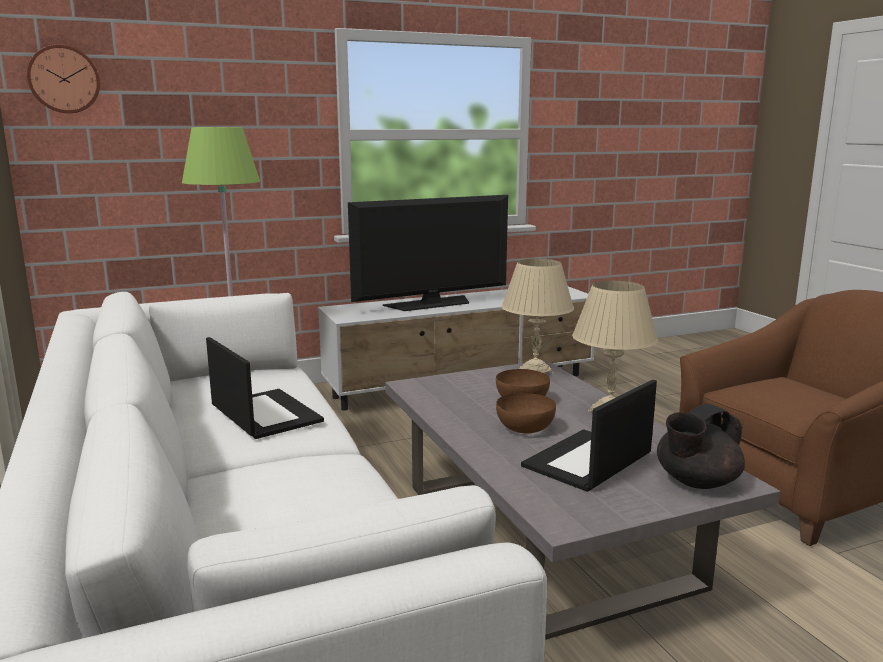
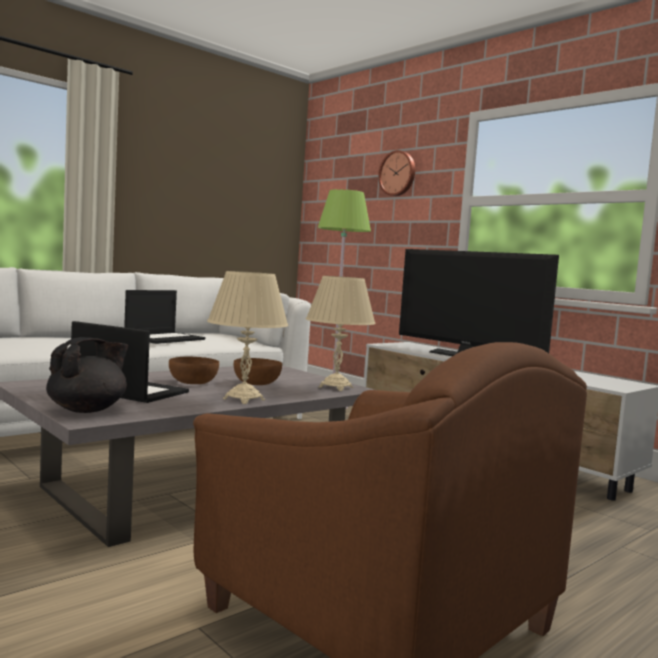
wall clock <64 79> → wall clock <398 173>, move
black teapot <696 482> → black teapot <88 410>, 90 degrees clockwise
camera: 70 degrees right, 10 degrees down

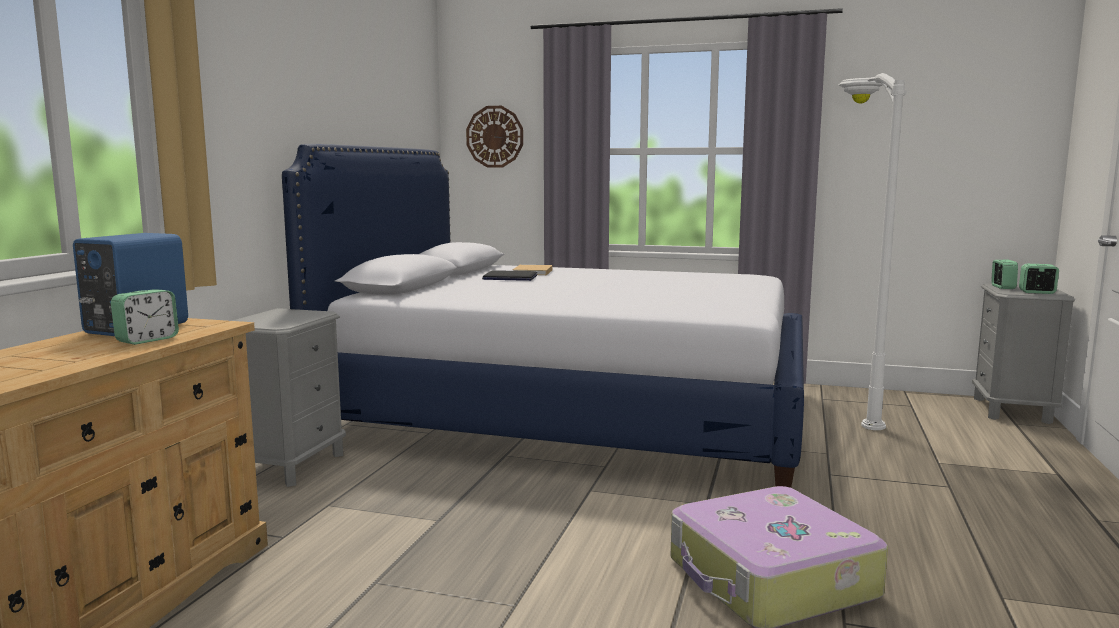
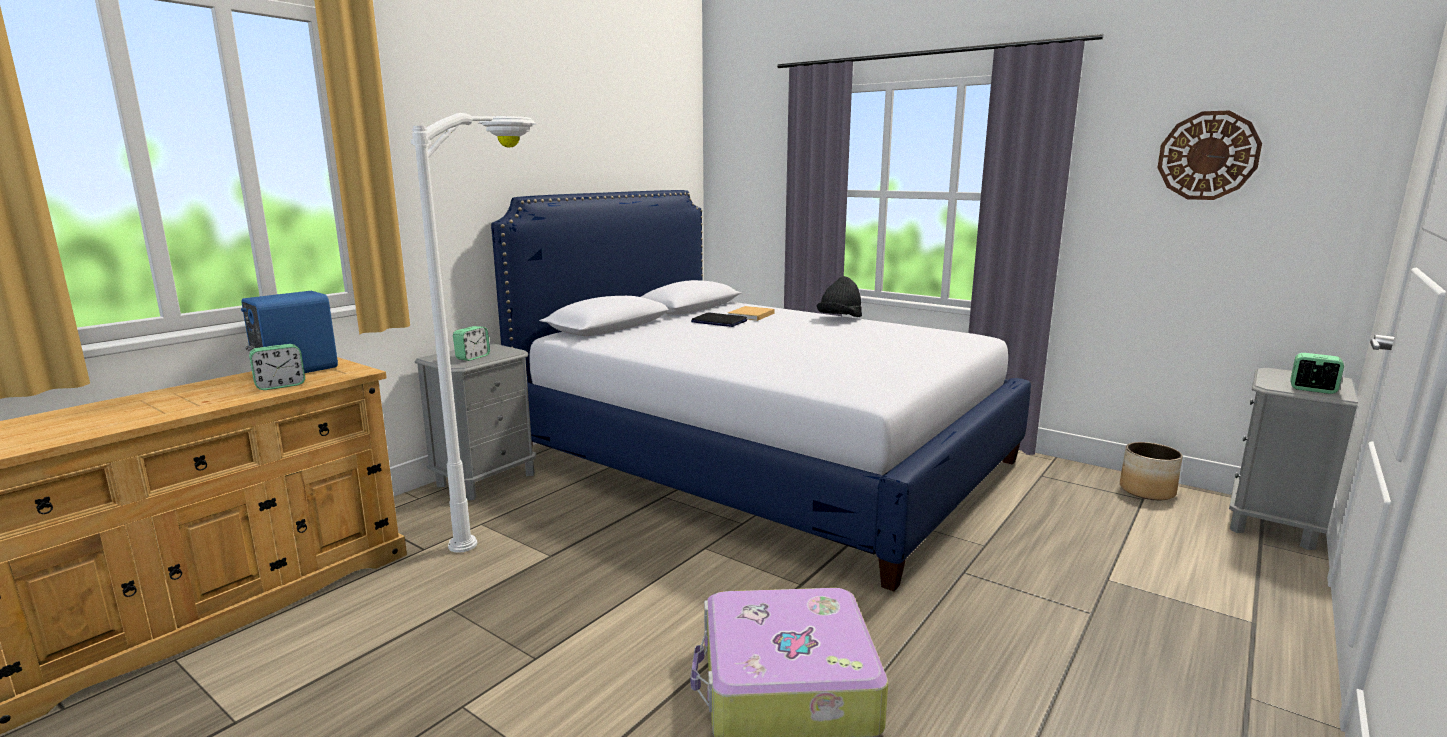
- → black hat <839 319>
- → planter <1147 491>
wall clock <495 136> → wall clock <1208 156>, move
white floor lamp <849 405> → white floor lamp <516 510>, move
alarm clock <1003 287> → alarm clock <473 357>, move
camera: 20 degrees right, 5 degrees up

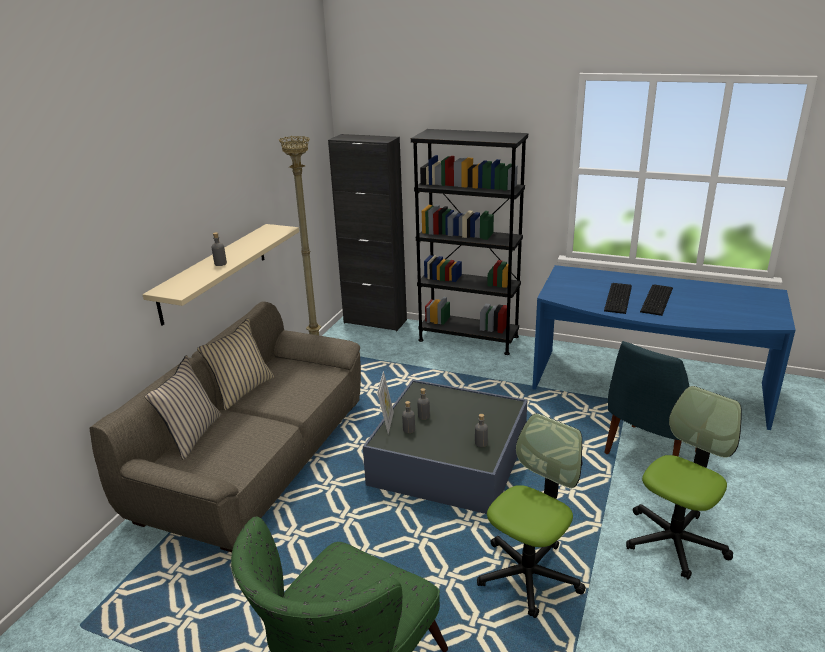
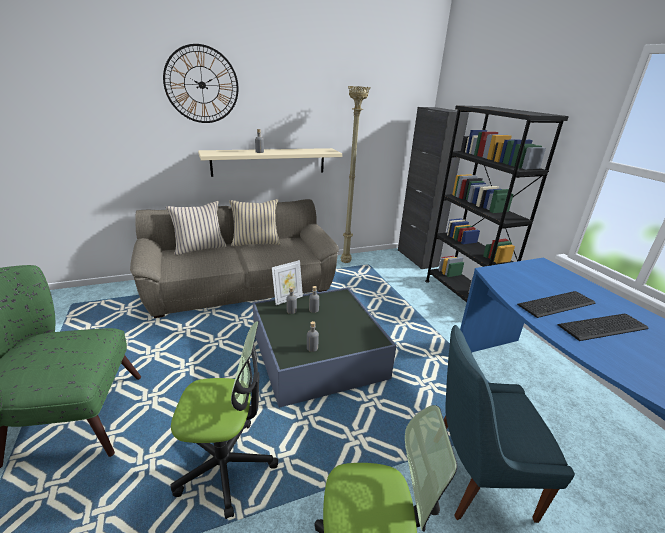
- → wall clock <202 85>
camera: 45 degrees right, 0 degrees up

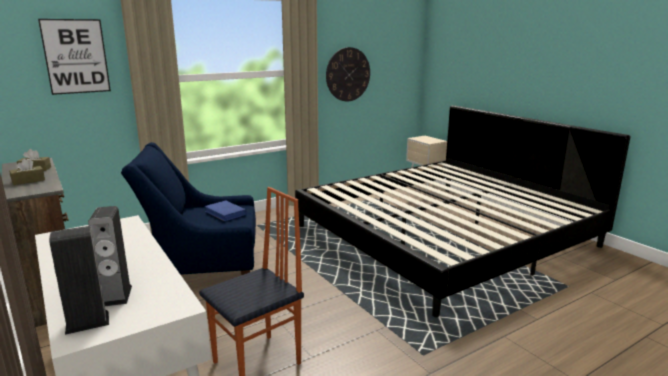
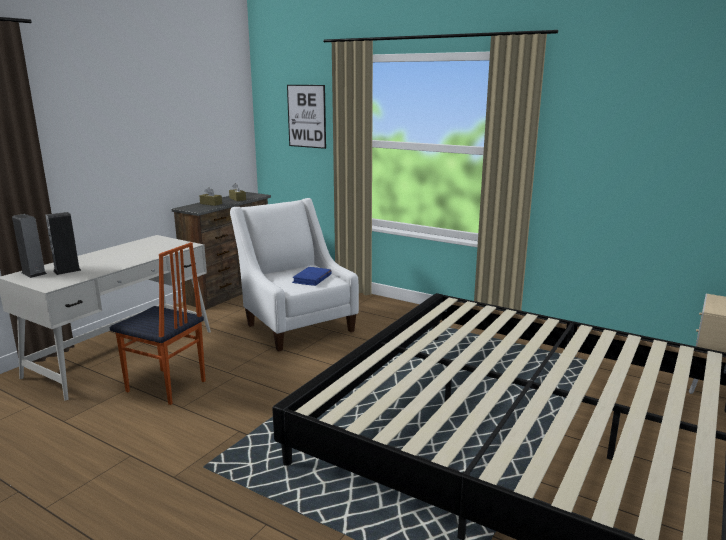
wall clock <348 74> → -
blue armchair <203 270> → white armchair <296 325>
camera: 65 degrees right, 0 degrees up

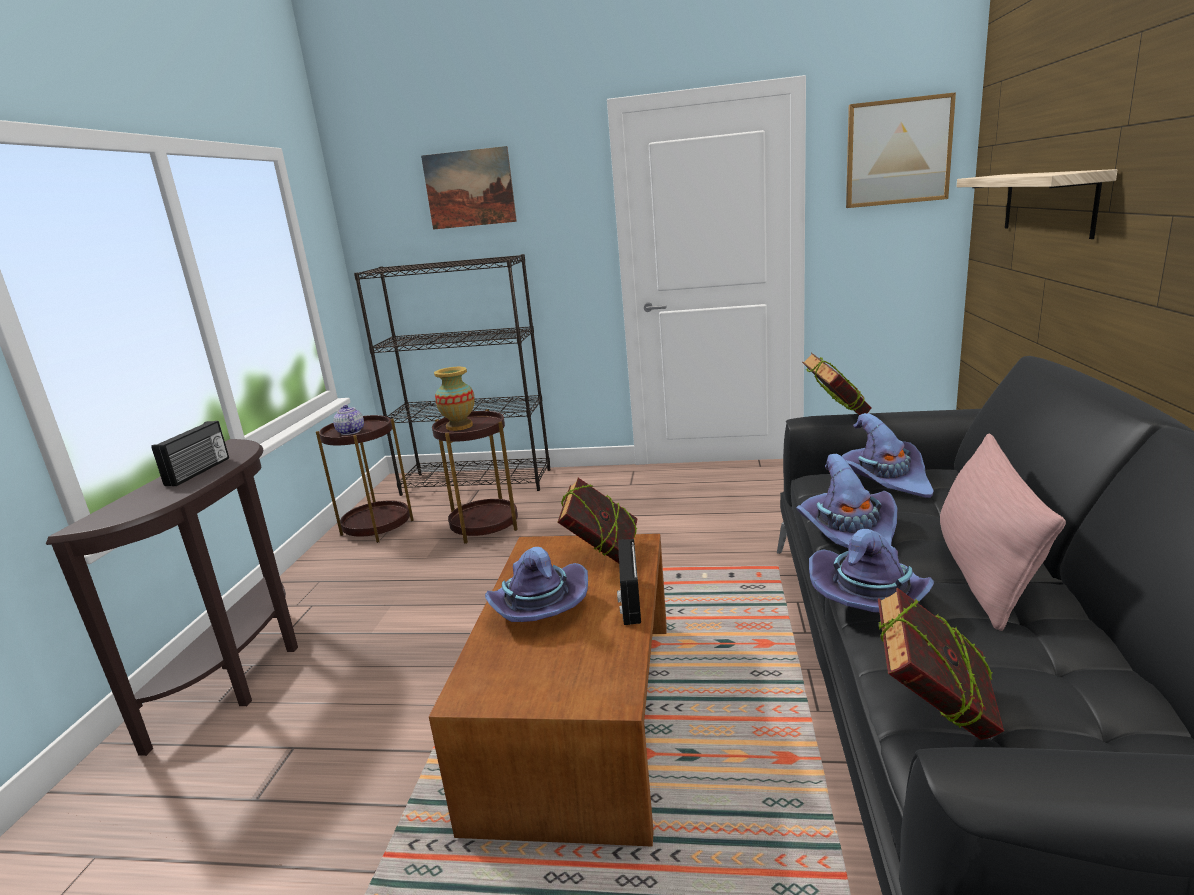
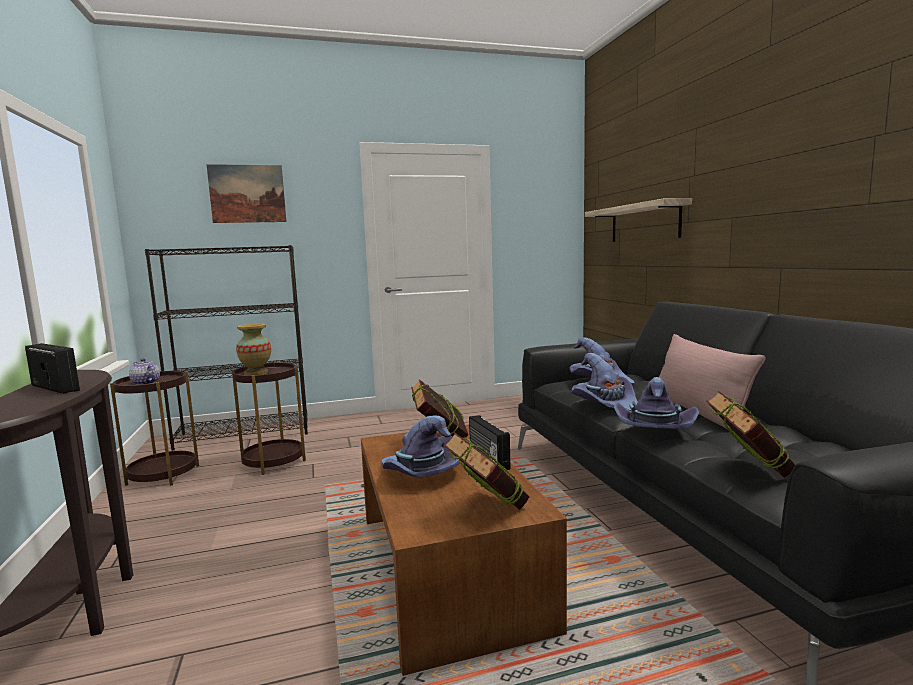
picture <897 152> → -
book <835 416> → book <488 511>, move
radio <199 471> → radio <57 387>, 45 degrees counterclockwise
camera: 25 degrees left, 10 degrees down

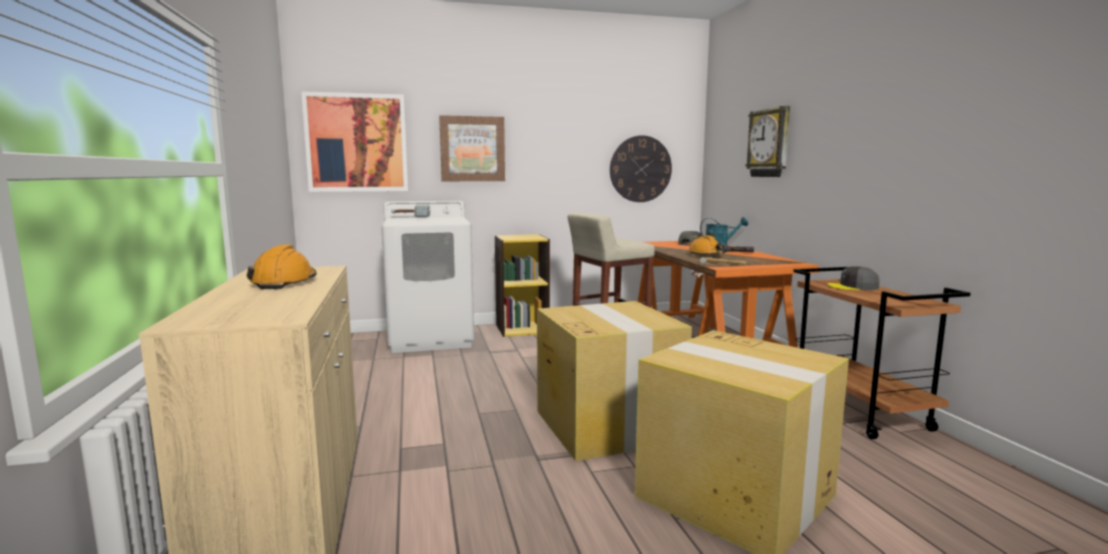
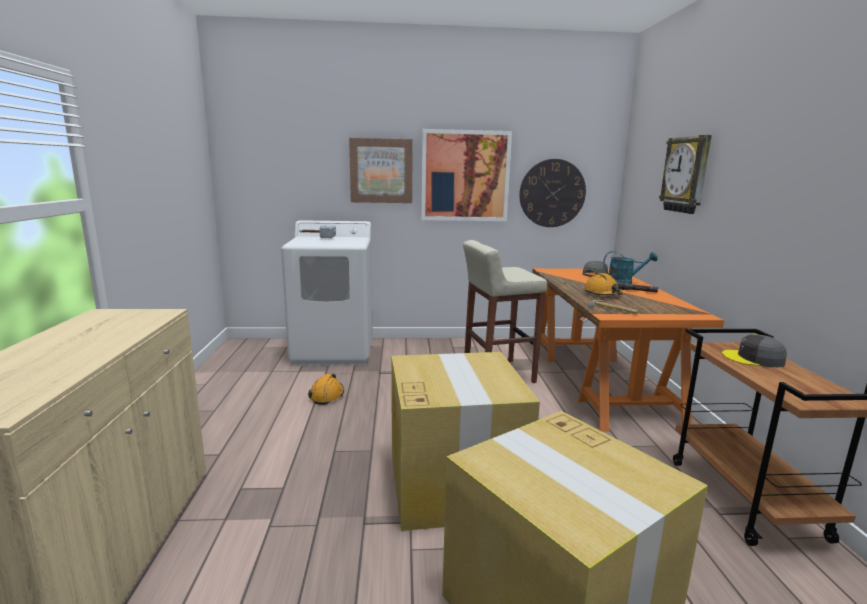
yellow bookcase <522 328> → -
orange hard hat <284 282> → orange hard hat <327 395>, move
picture <356 143> → picture <465 176>, move
camera: 10 degrees right, 5 degrees up

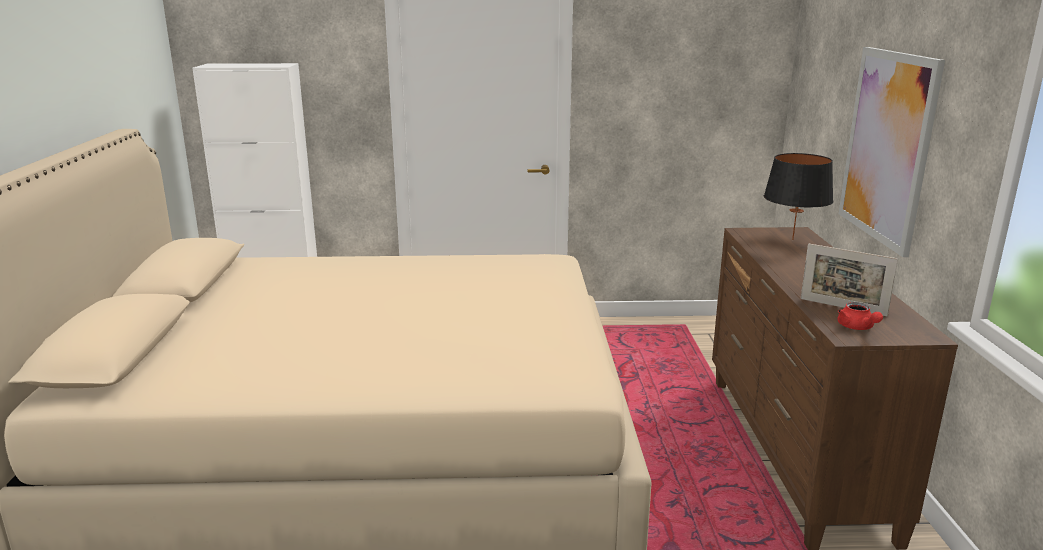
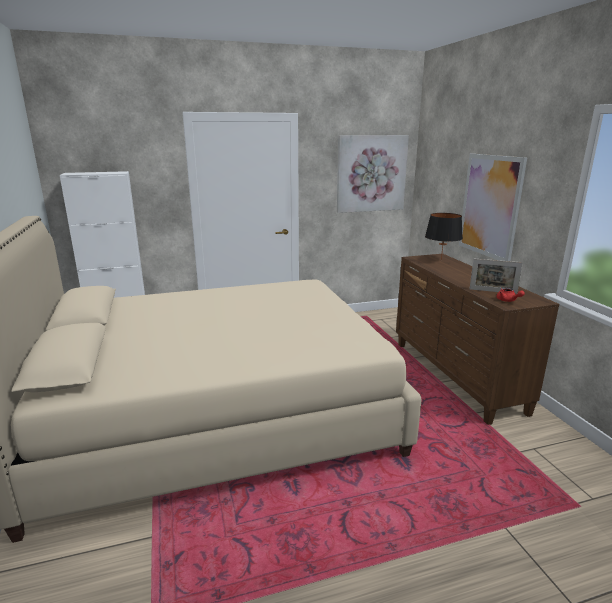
- → picture <371 173>
camera: 15 degrees left, 0 degrees up

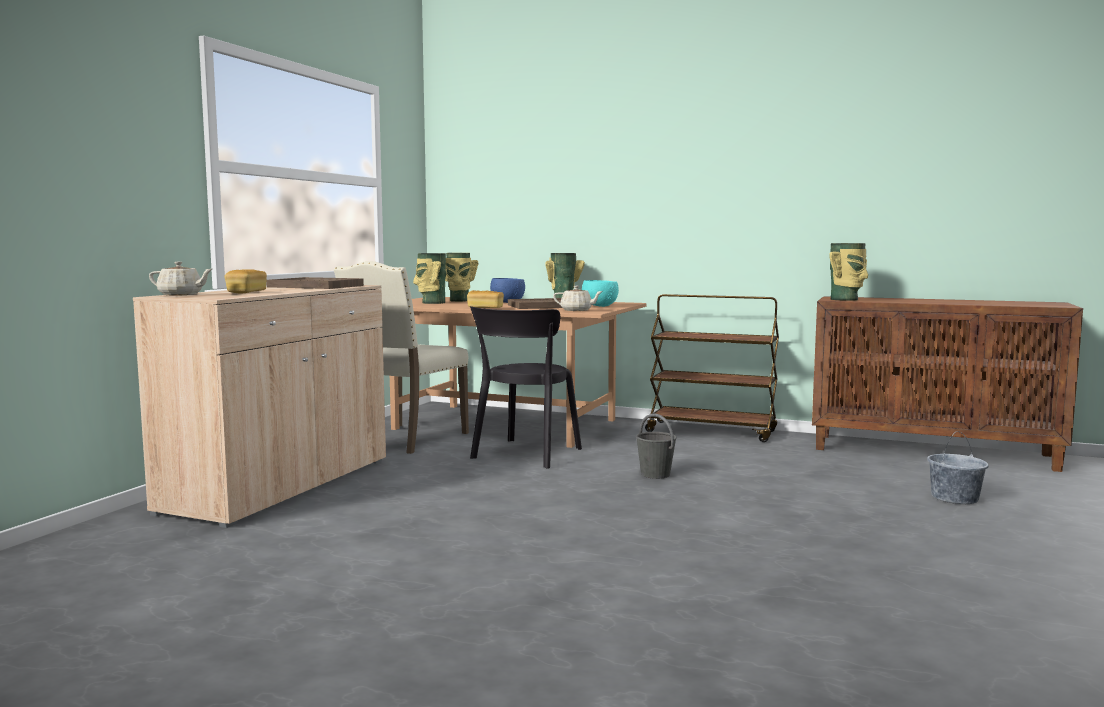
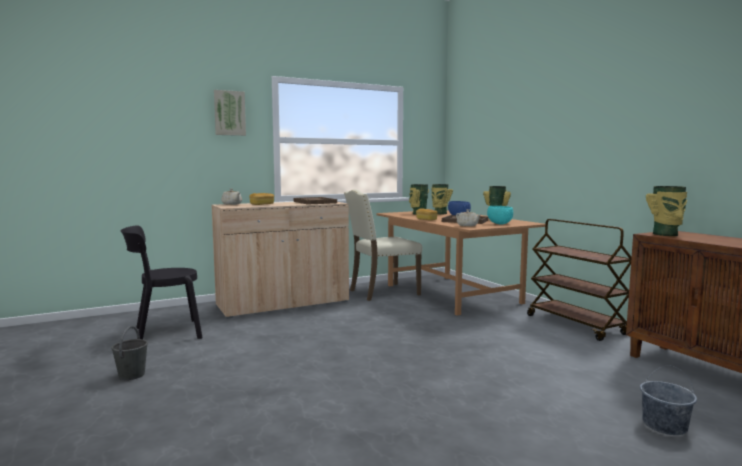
- → picture <229 113>
black chair <524 455> → black chair <163 333>, move
grey bucket <655 474> → grey bucket <132 375>, move
camera: 40 degrees right, 0 degrees up

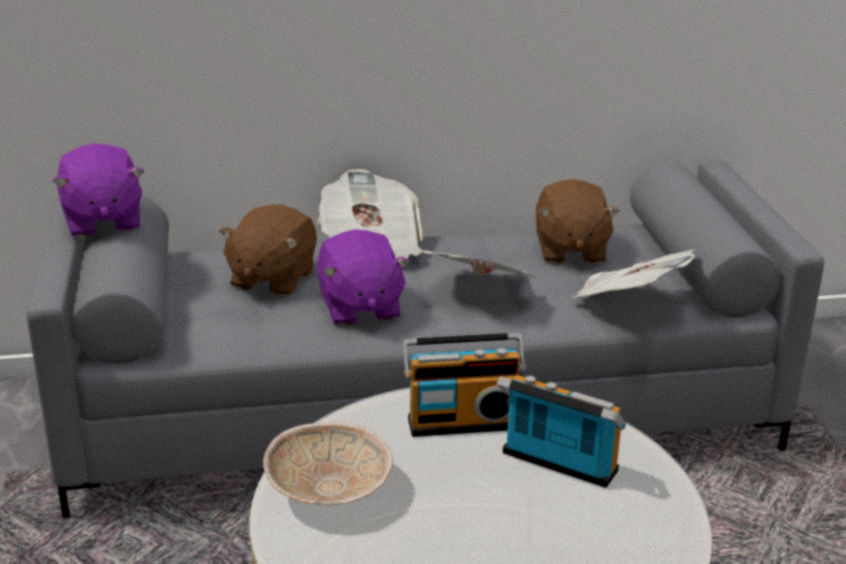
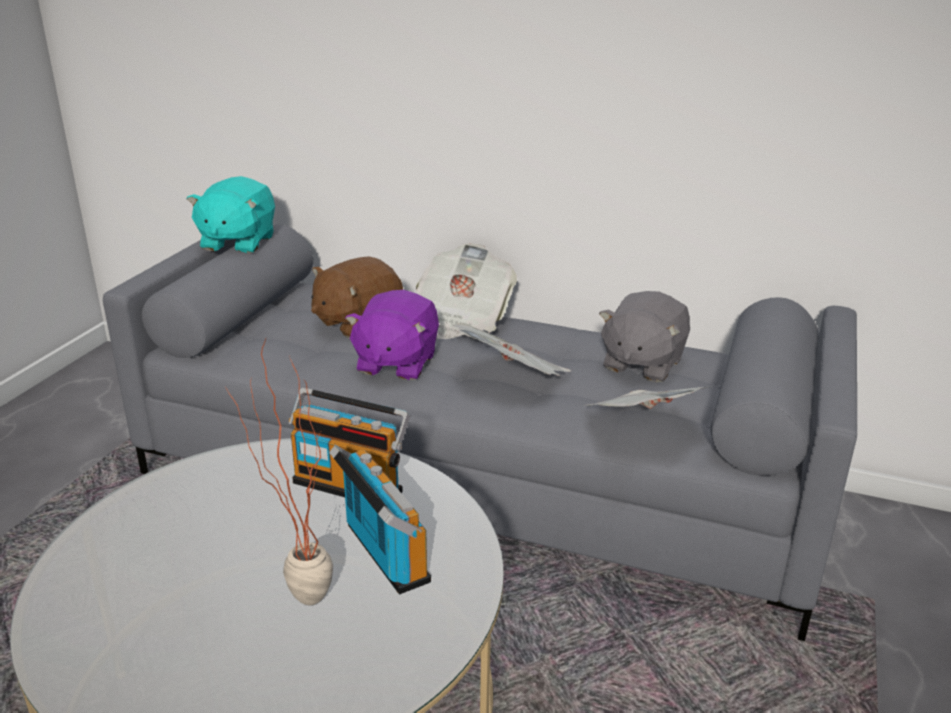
beige bowl <329 491> → -
- → potted plant <296 597>
purple plush toy <102 221> → turquoise plush toy <237 243>
brown plush toy <570 251> → grey plush toy <641 364>
camera: 30 degrees right, 0 degrees up

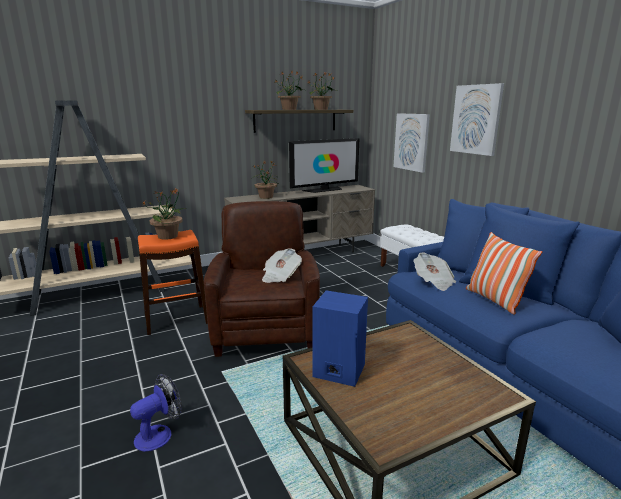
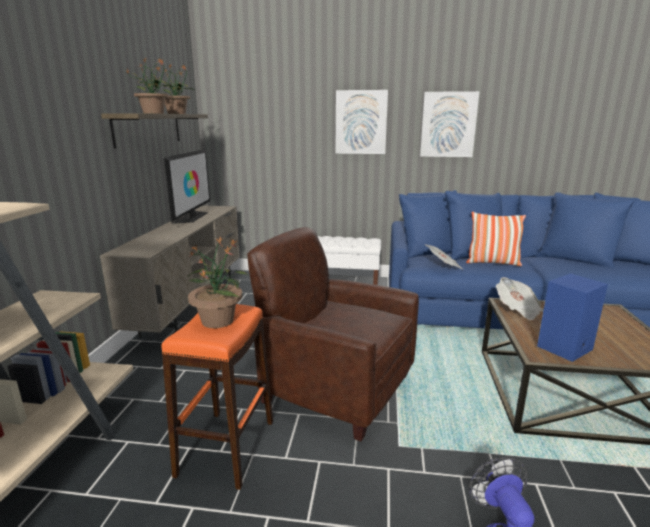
potted plant <266 197> → -
newspaper <280 276> → newspaper <517 310>, move
picture <411 142> → picture <448 124>, move
camera: 55 degrees left, 0 degrees up

